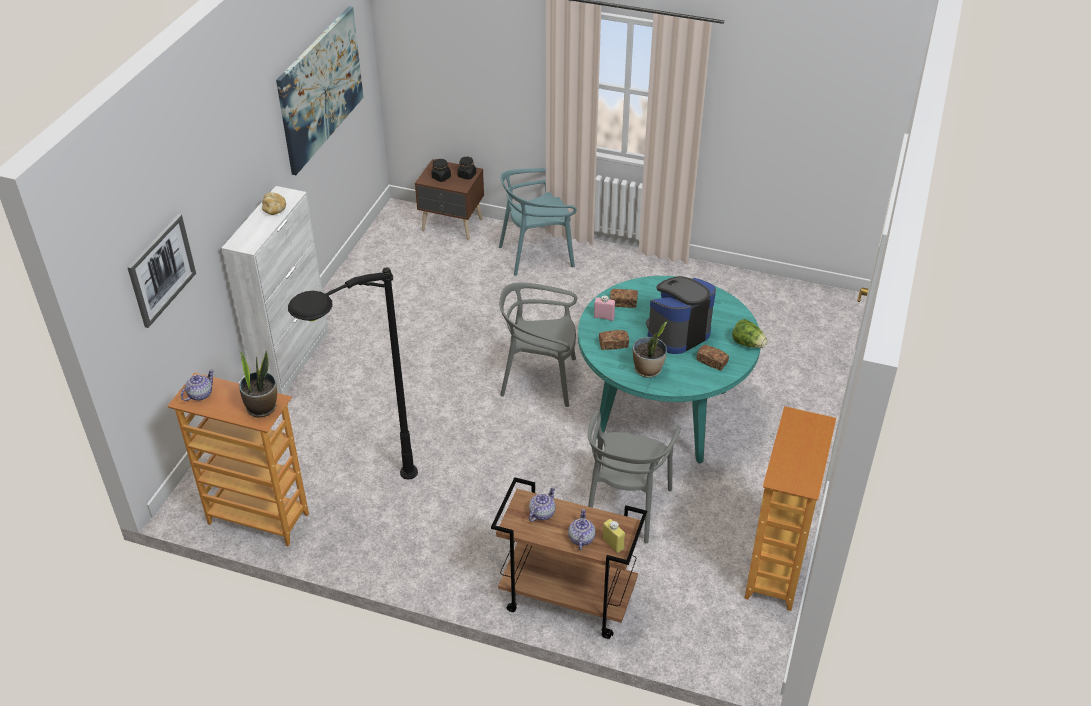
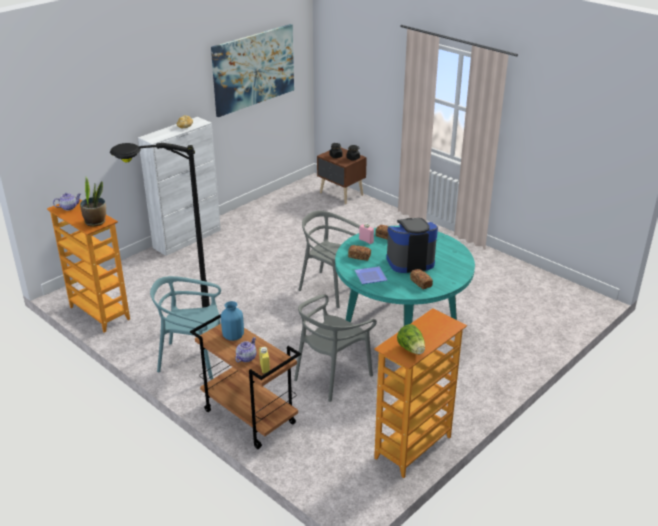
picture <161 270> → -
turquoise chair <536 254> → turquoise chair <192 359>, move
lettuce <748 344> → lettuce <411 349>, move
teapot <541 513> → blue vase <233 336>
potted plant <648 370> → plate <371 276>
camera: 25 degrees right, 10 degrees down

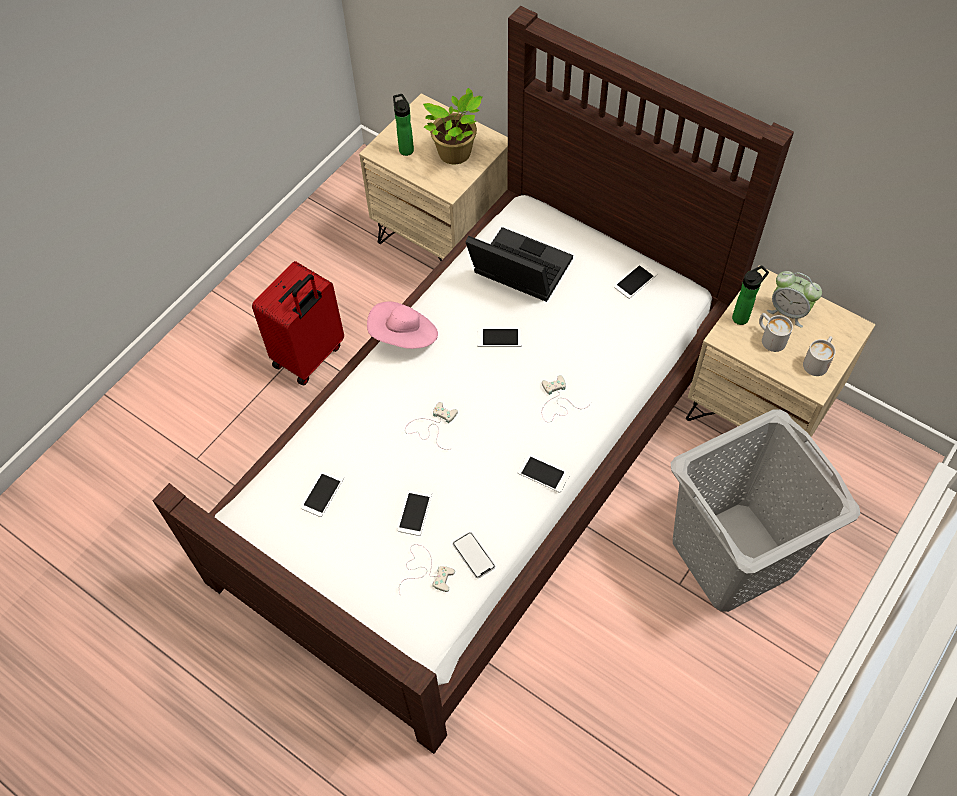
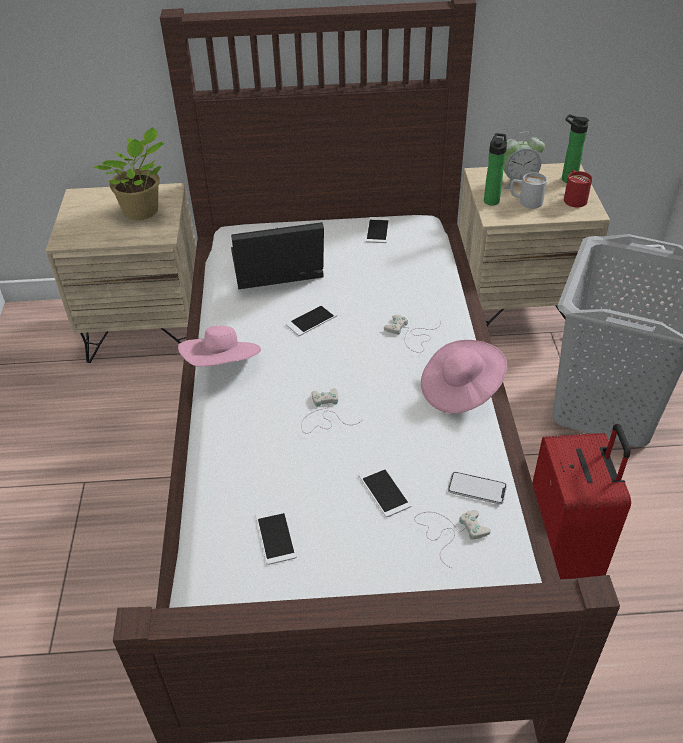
red suitcase <310 356> → red suitcase <564 554>, move
bottle <405 148> → bottle <566 179>, move
phone <543 473> → pink hat <460 390>
white mug <818 361> → red mug <573 198>
camera: 40 degrees left, 15 degrees down

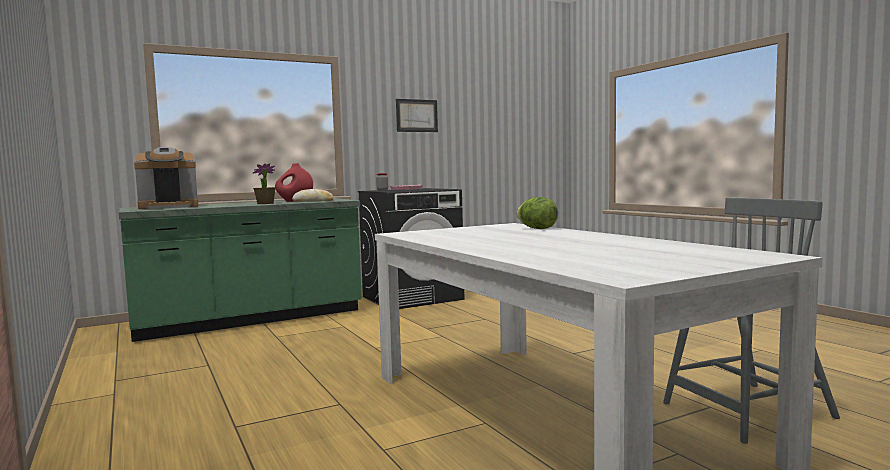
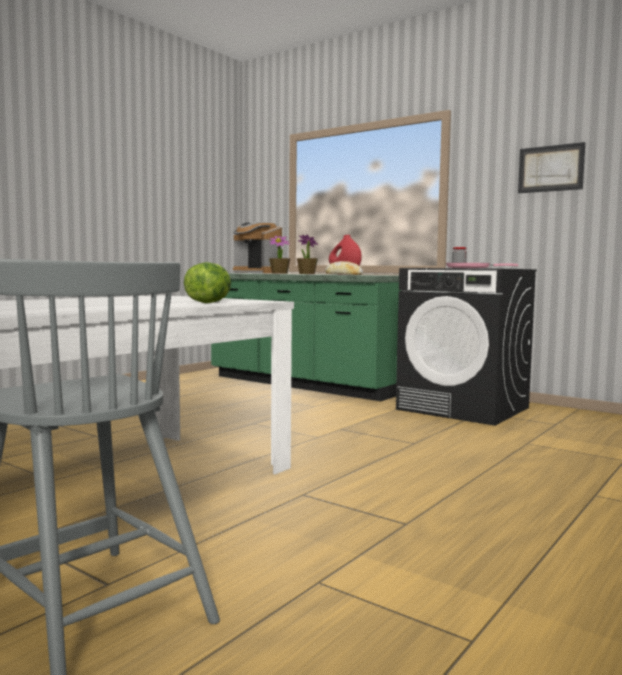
- → potted plant <279 273>
camera: 65 degrees right, 0 degrees up

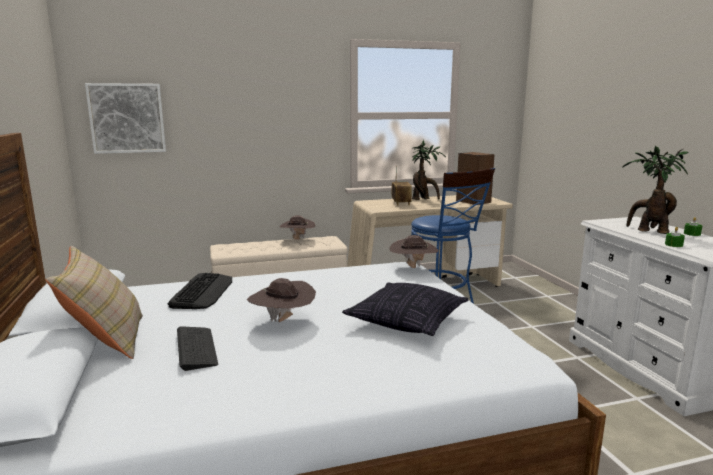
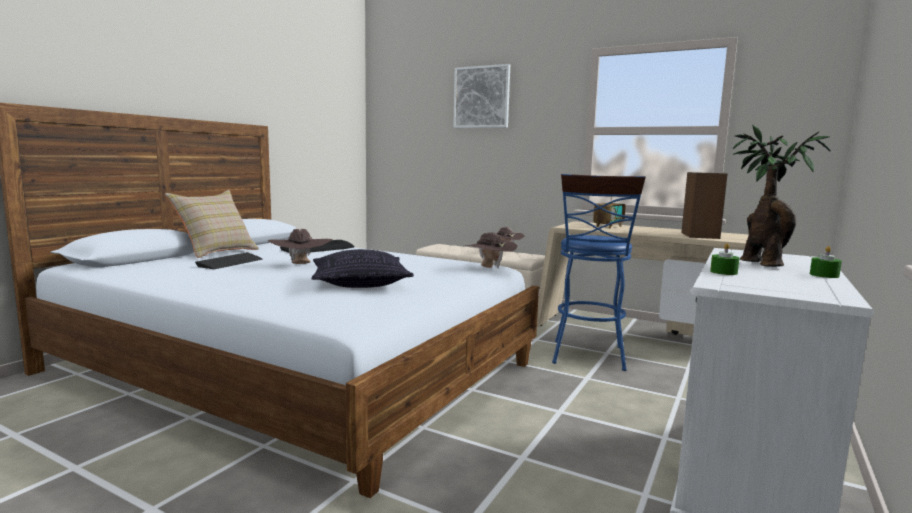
potted plant <423 199> → -
picture <127 118> → picture <481 97>, move
camera: 45 degrees right, 5 degrees down

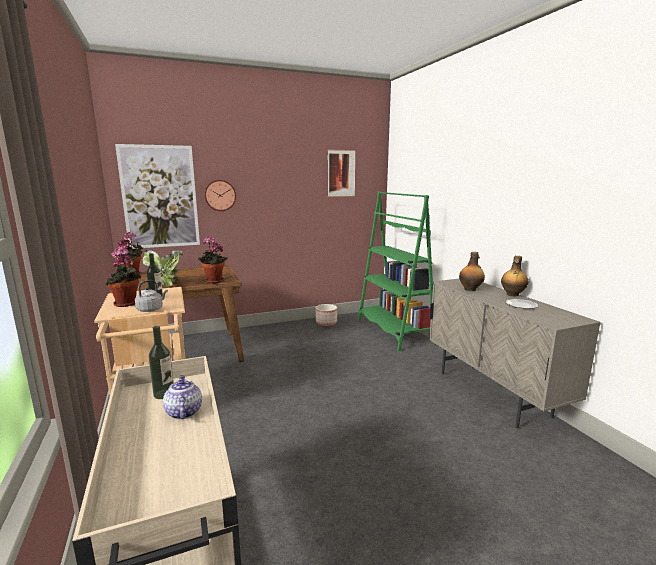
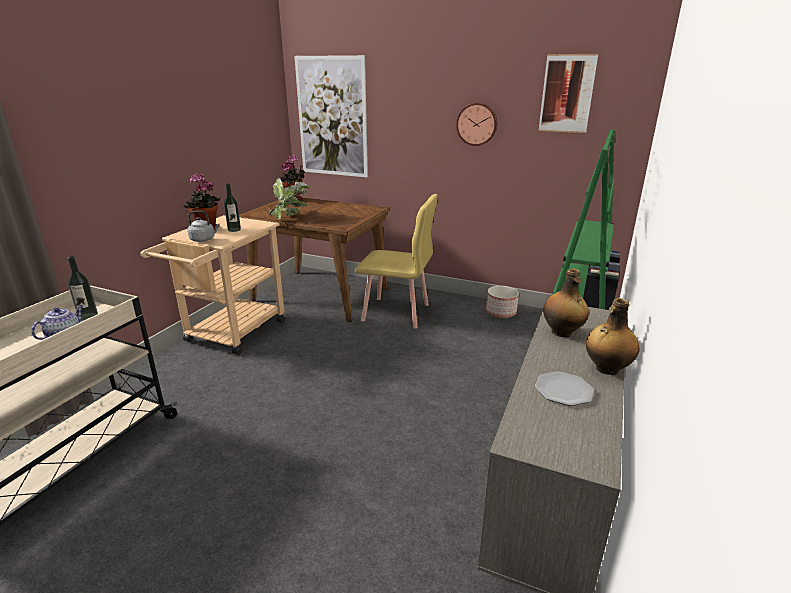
potted plant <213 281> → -
- → yellow chair <396 313>
wall clock <220 195> → wall clock <477 124>, move
camera: 45 degrees right, 10 degrees up

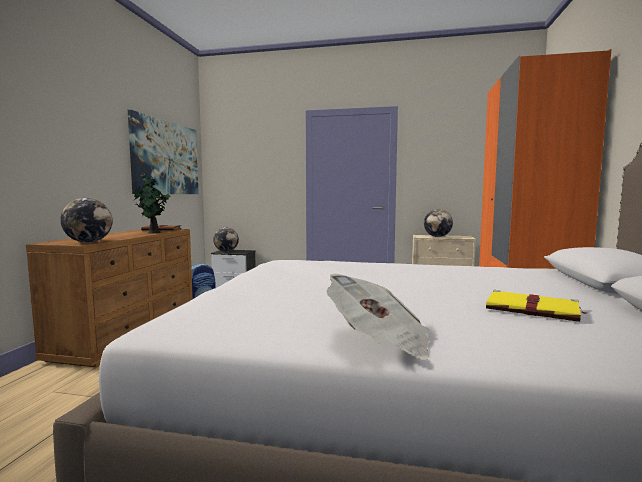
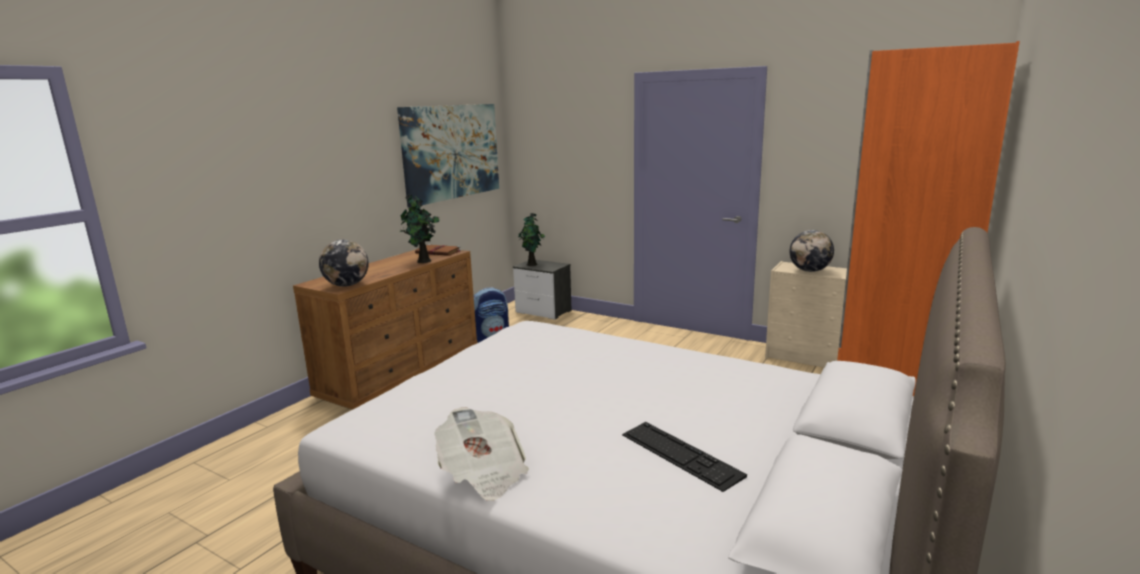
globe <226 251> → potted plant <532 264>
yellow book <534 309> → keyboard <680 454>
camera: 20 degrees right, 10 degrees up

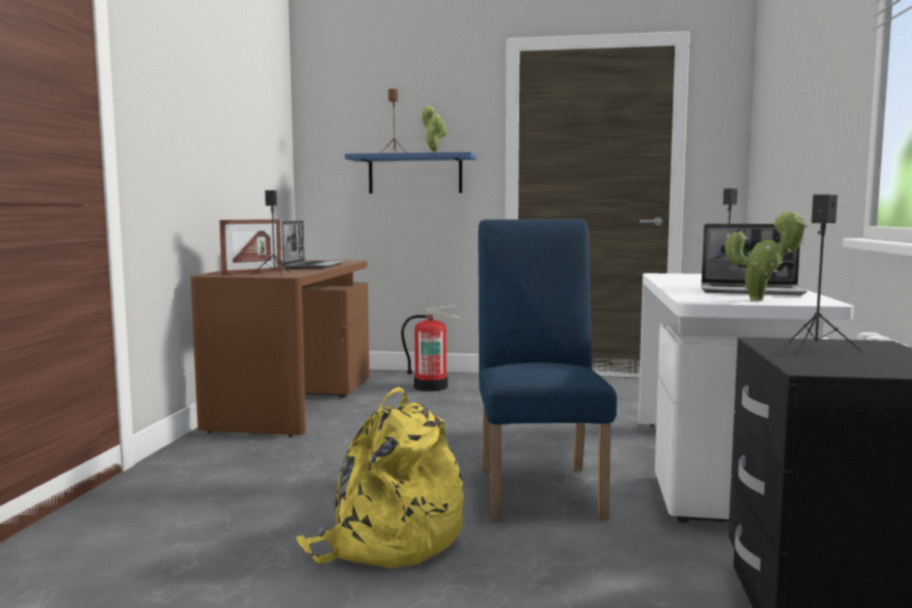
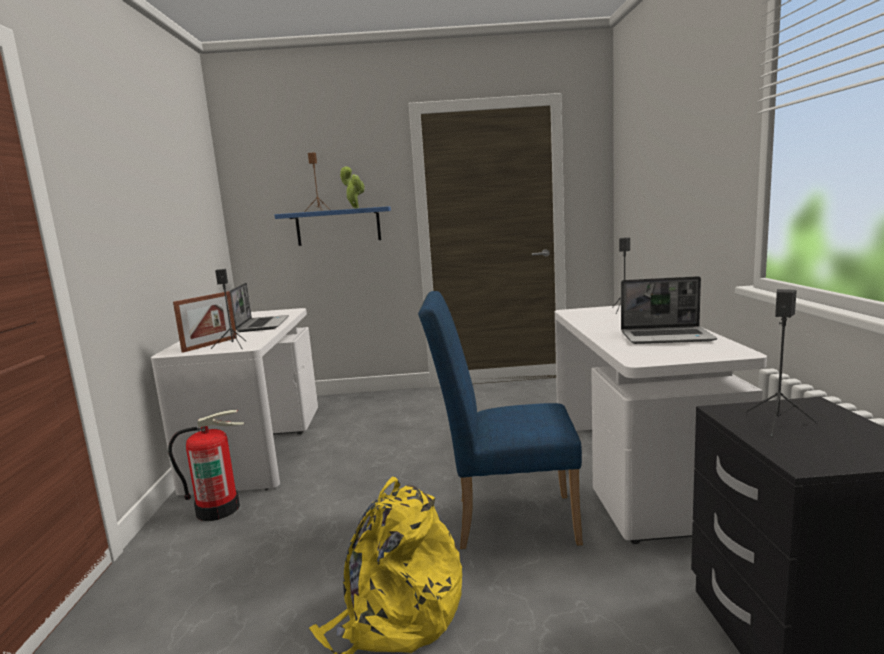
potted plant <761 300> → -
fire extinguisher <431 387> → fire extinguisher <218 509>, move
brown desk <293 403> → white desk <258 446>
blue chair <540 486> → blue chair <505 519>, 75 degrees counterclockwise
camera: 10 degrees left, 5 degrees up

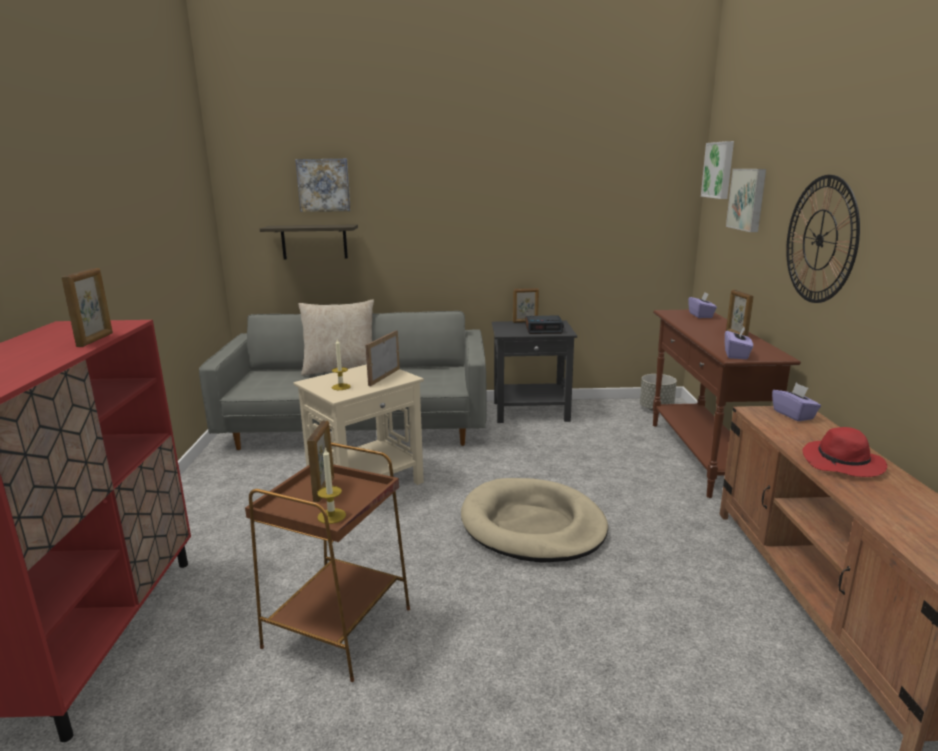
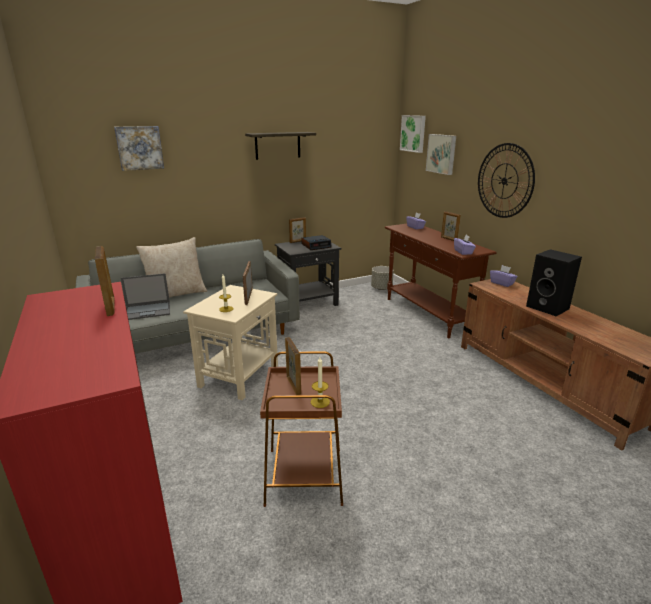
beige dog bed <532 525> → -
- → laptop <148 311>
shelf <314 242> → shelf <277 145>, move
red hat <843 464> → black speaker <548 307>
camera: 25 degrees left, 5 degrees up

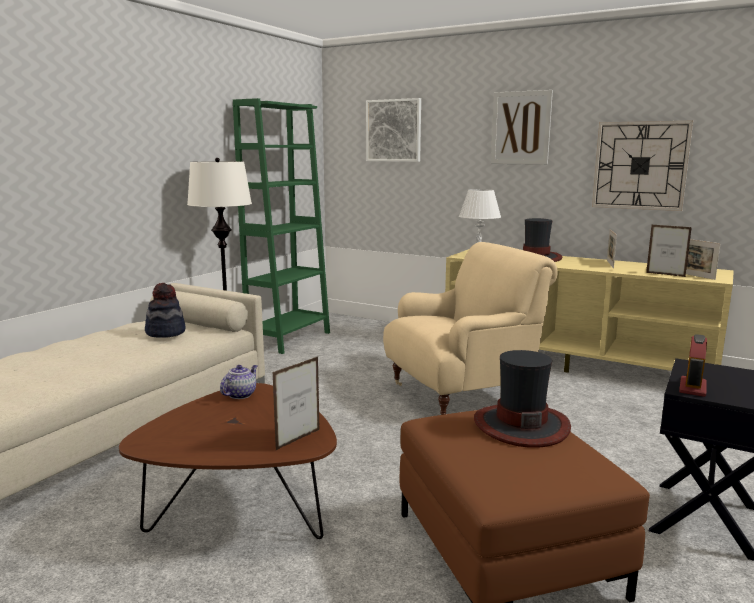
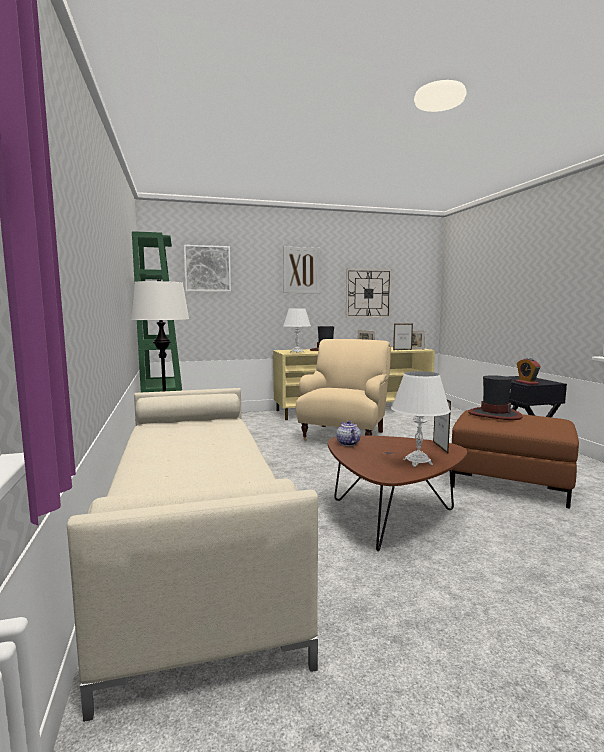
hat <165 332> → -
- → white table lamp <418 462>
camera: 45 degrees left, 5 degrees down

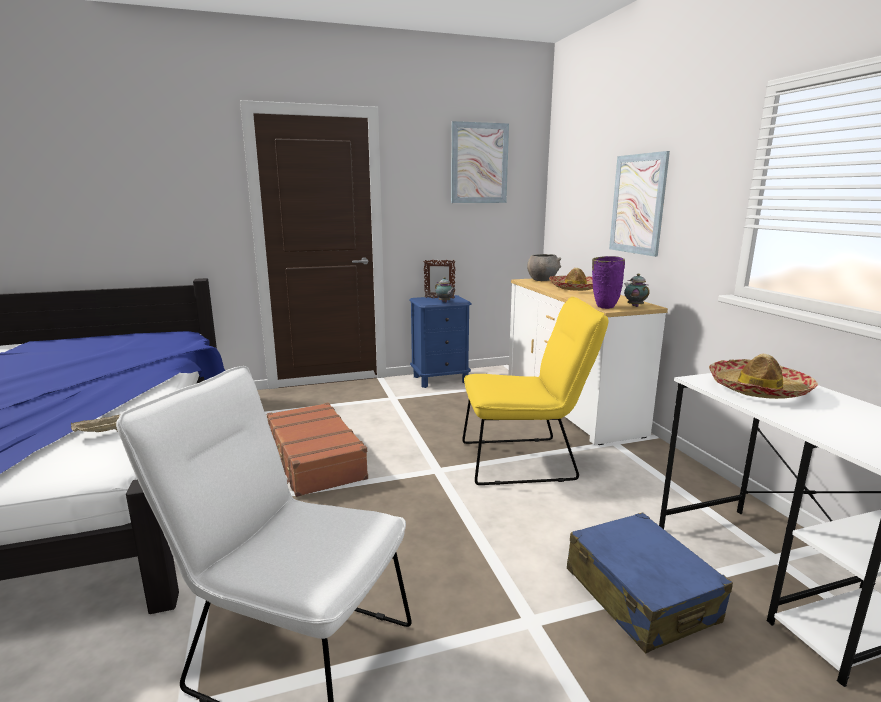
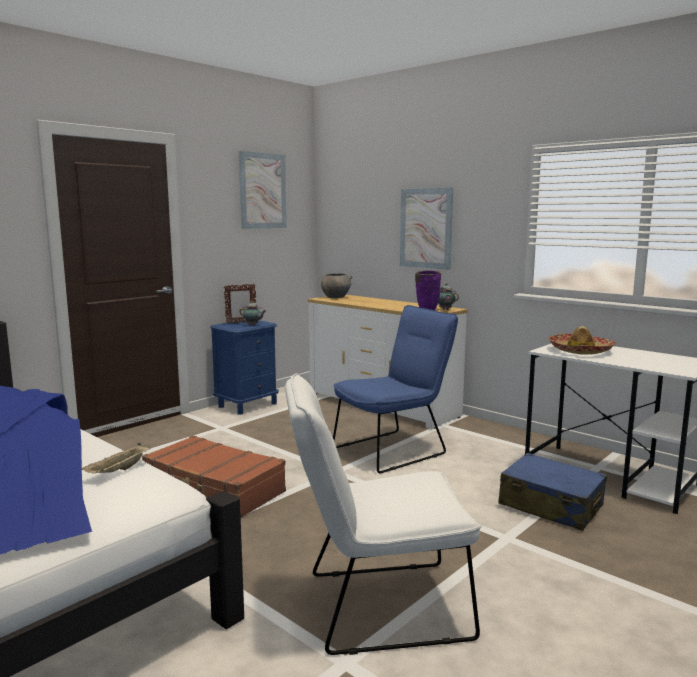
hat <574 288> → -
yellow chair <526 460> → blue chair <395 450>
camera: 30 degrees left, 5 degrees down

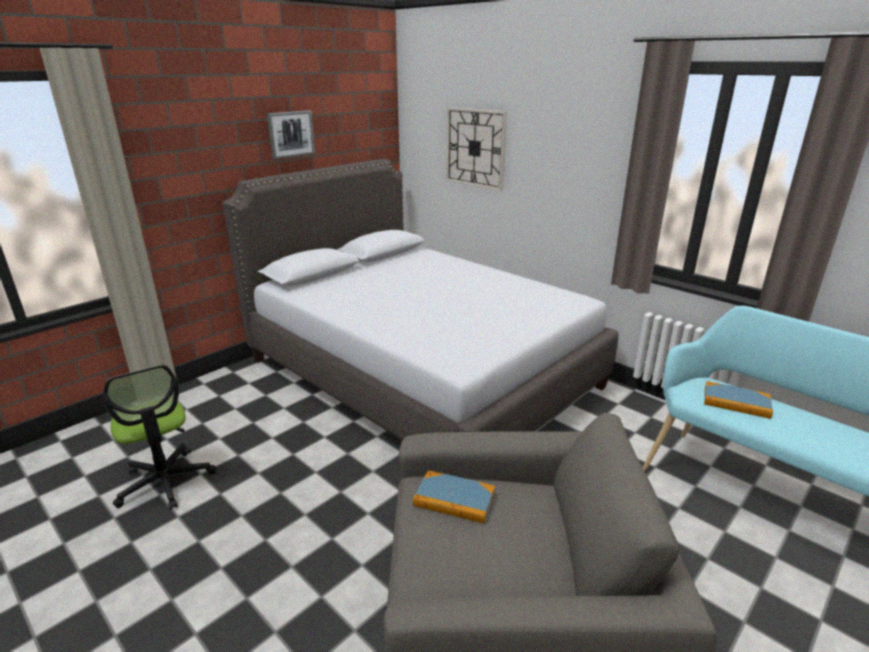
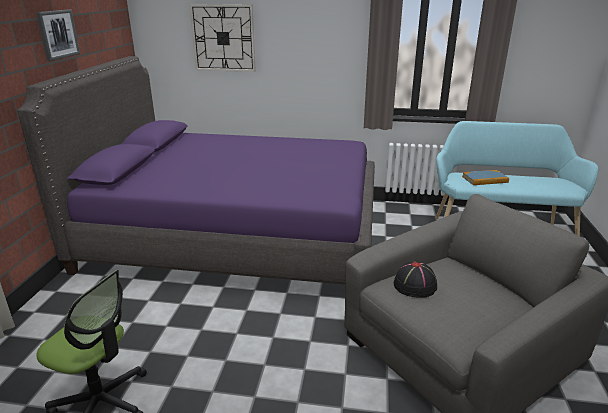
book <454 499> → black hat <415 285>
grey bed <421 373> → purple bed <237 235>
camera: 35 degrees left, 0 degrees up

